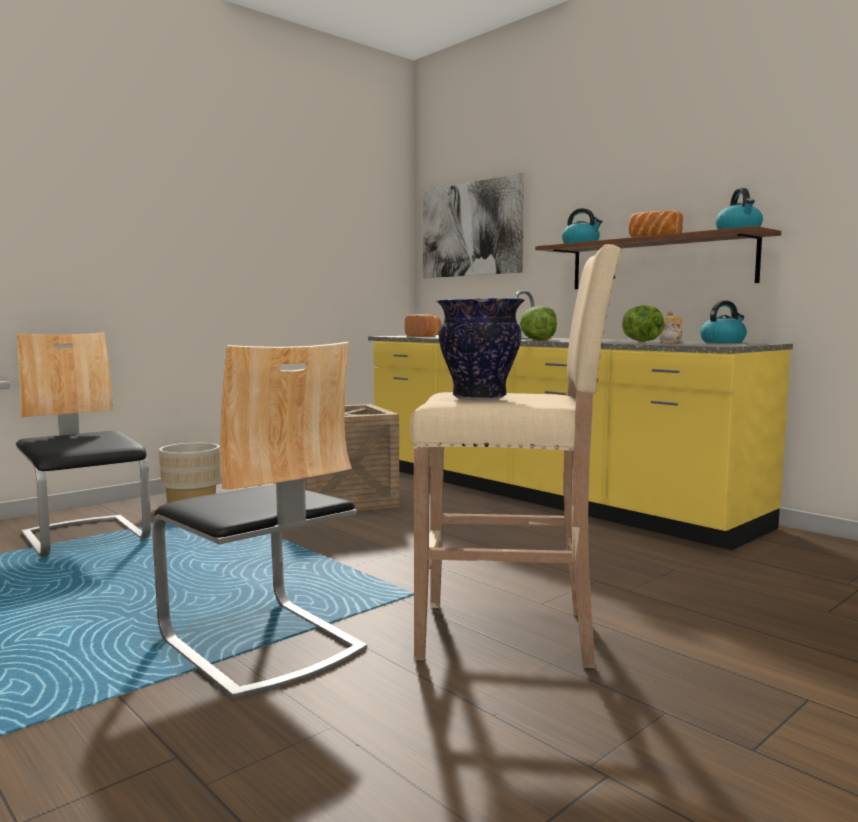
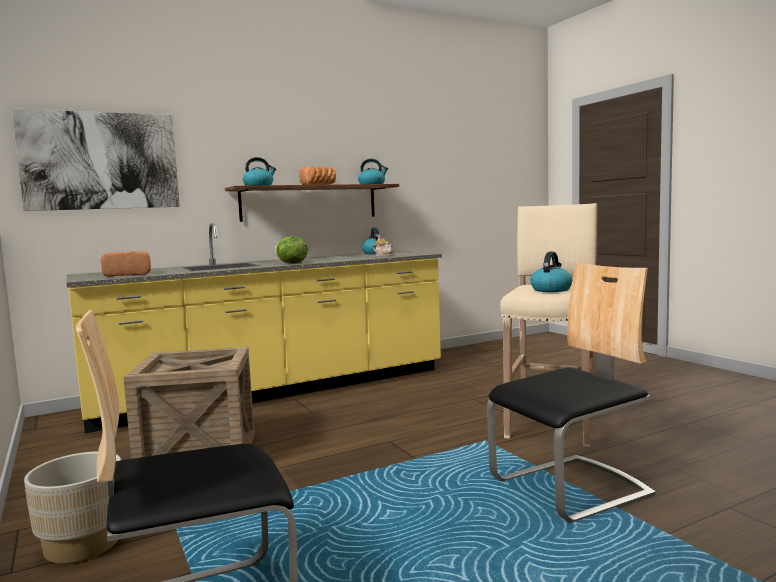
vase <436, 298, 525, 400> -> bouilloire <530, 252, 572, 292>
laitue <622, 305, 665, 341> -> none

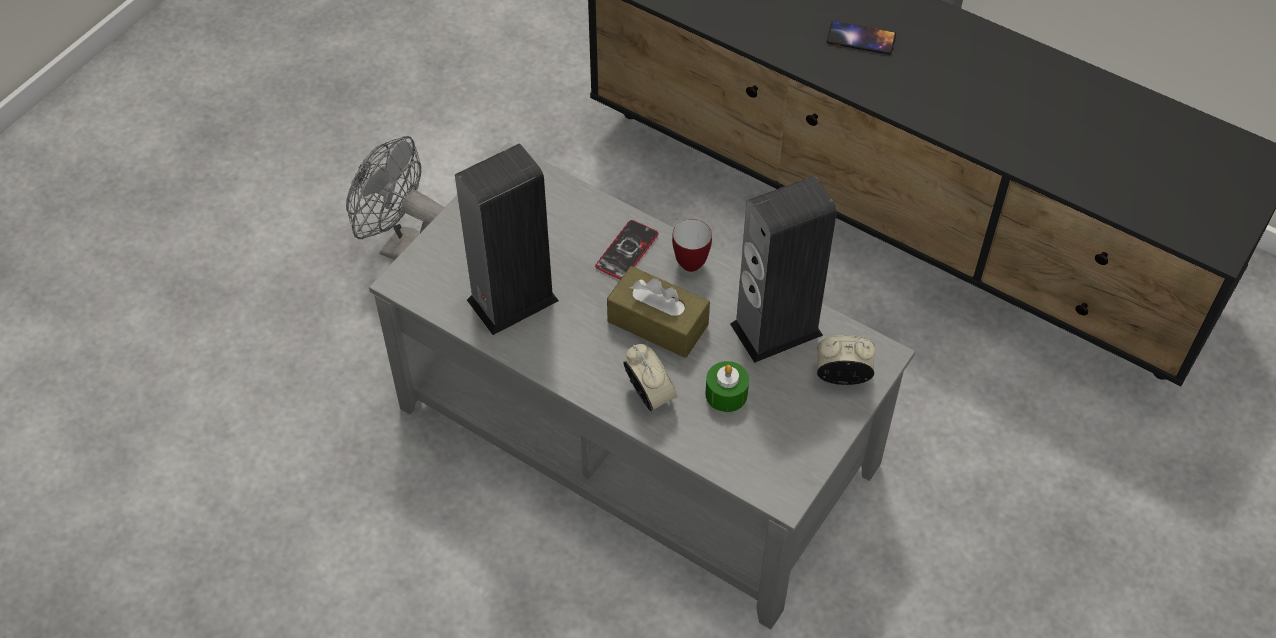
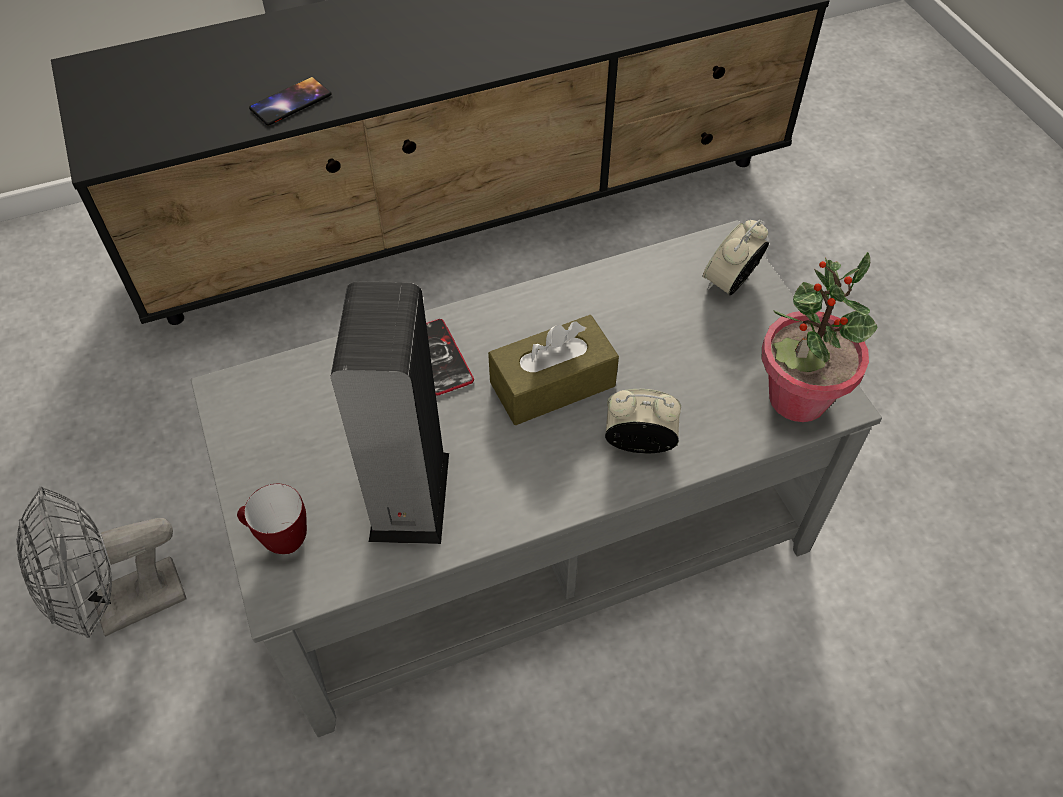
téléphone <827, 21, 896, 55> -> téléphone <249, 77, 332, 126>, move
enceinte <730, 176, 837, 363> -> none
mug <672, 219, 712, 272> -> mug <237, 484, 307, 554>, move
bougie/vert <705, 361, 749, 412> -> none
none -> plante en pot <762, 252, 878, 422>

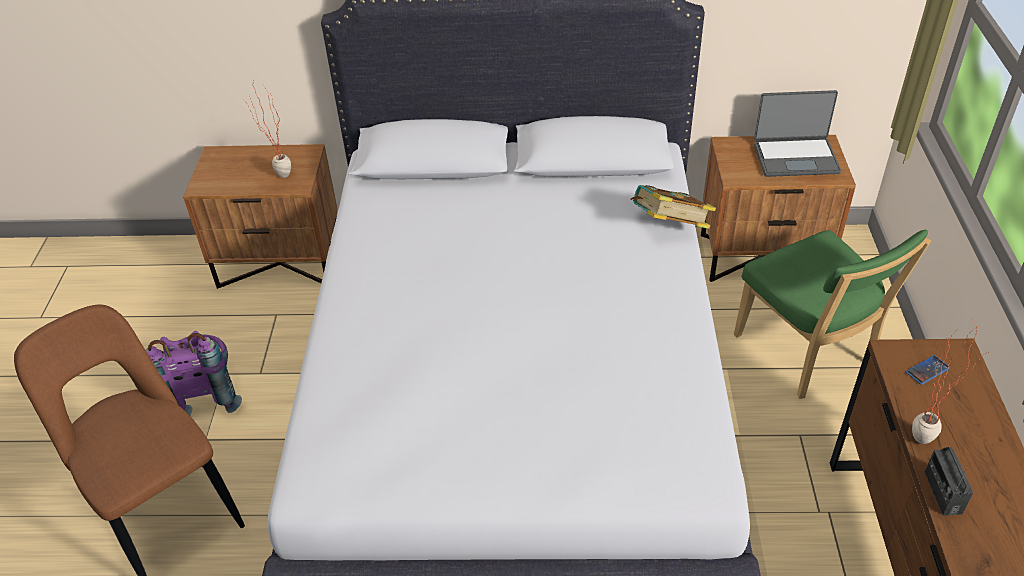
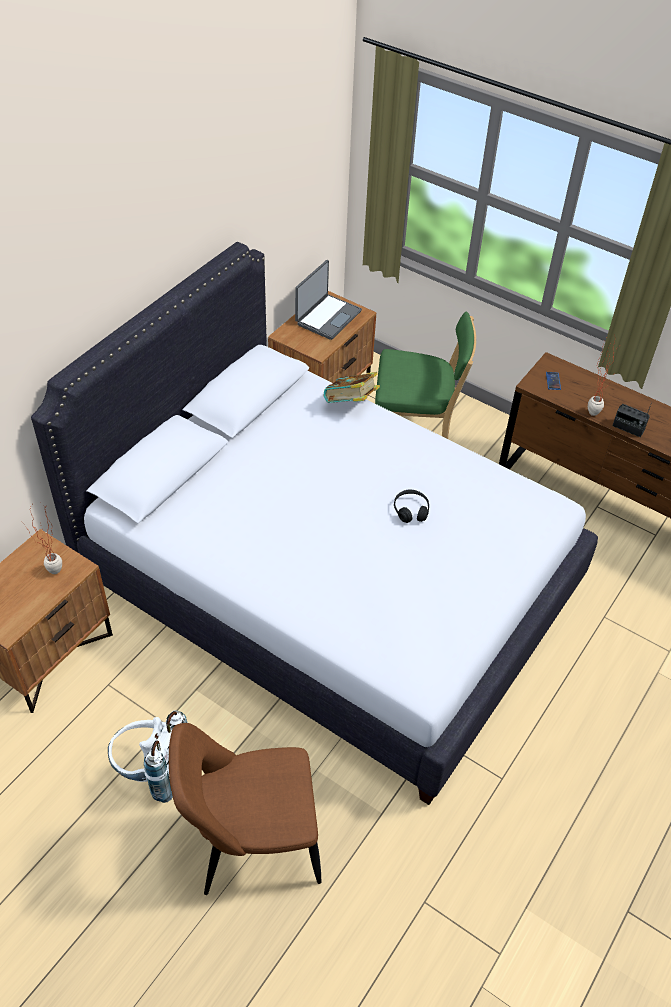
sac à dos/violet <146, 331, 242, 415> -> sac à dos/blanc <108, 710, 188, 803>
none -> casque audio/noir <394, 490, 429, 523>

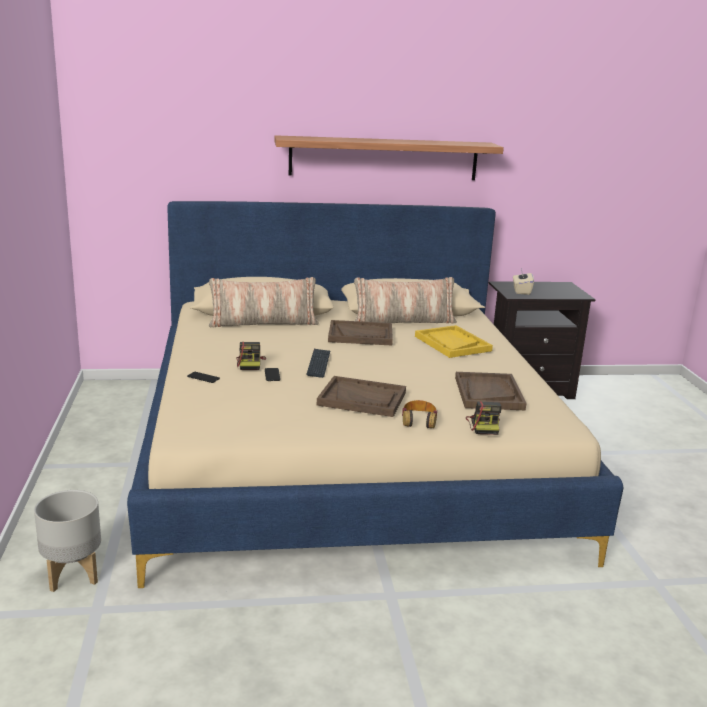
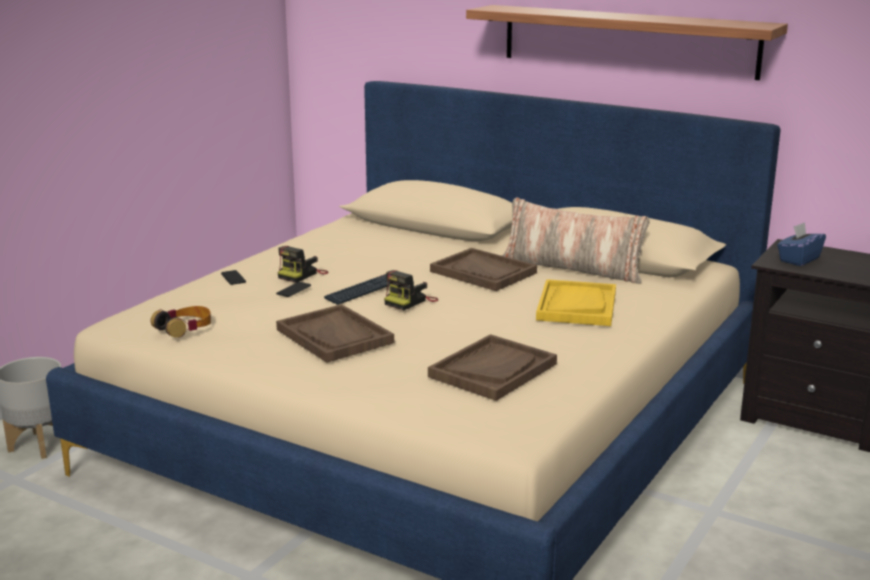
boîte à mouchoirs/beige <513, 268, 534, 295> -> boîte à mouchoirs/bleu <777, 222, 826, 266>
coussin <209, 277, 319, 328> -> none
casque audio <402, 400, 437, 428> -> casque audio <151, 306, 211, 338>, move
appareil photo <466, 401, 502, 435> -> appareil photo <384, 270, 438, 310>, move

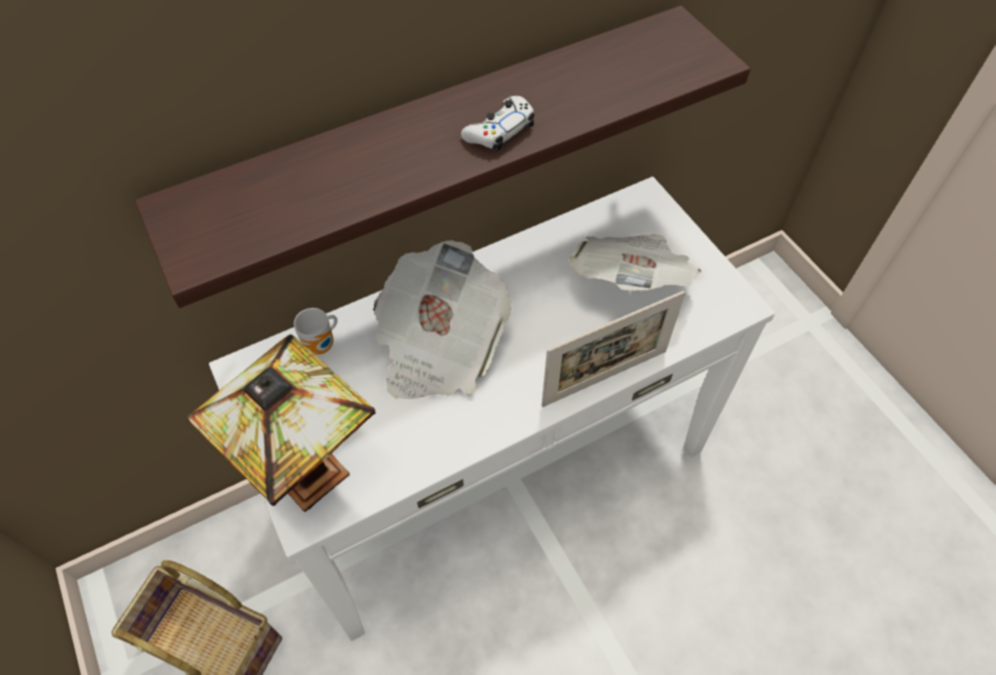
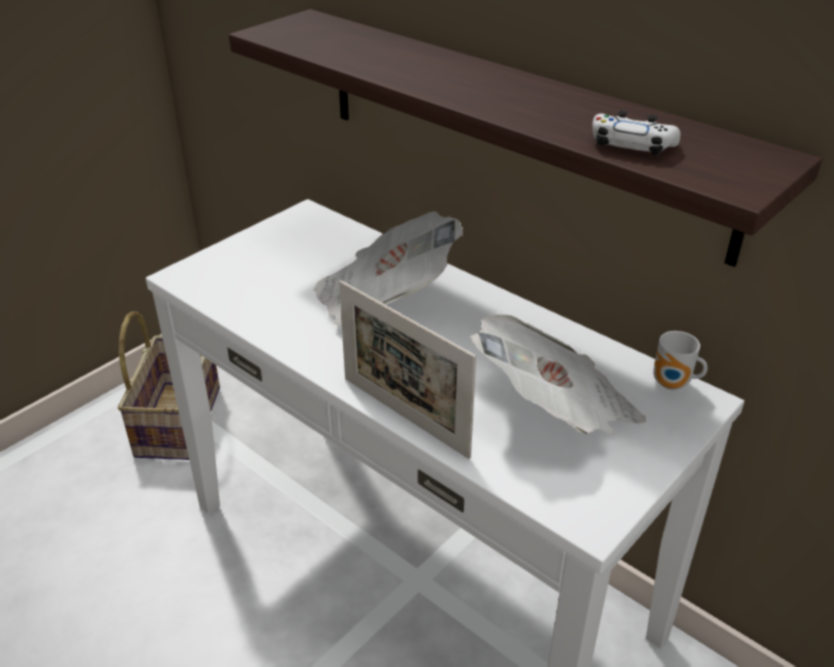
manette/blanc <461, 96, 534, 151> -> manette/blanc <592, 110, 680, 156>, move
mug <294, 308, 337, 355> -> mug <653, 331, 707, 390>, move
lampe de table <187, 334, 376, 512> -> none

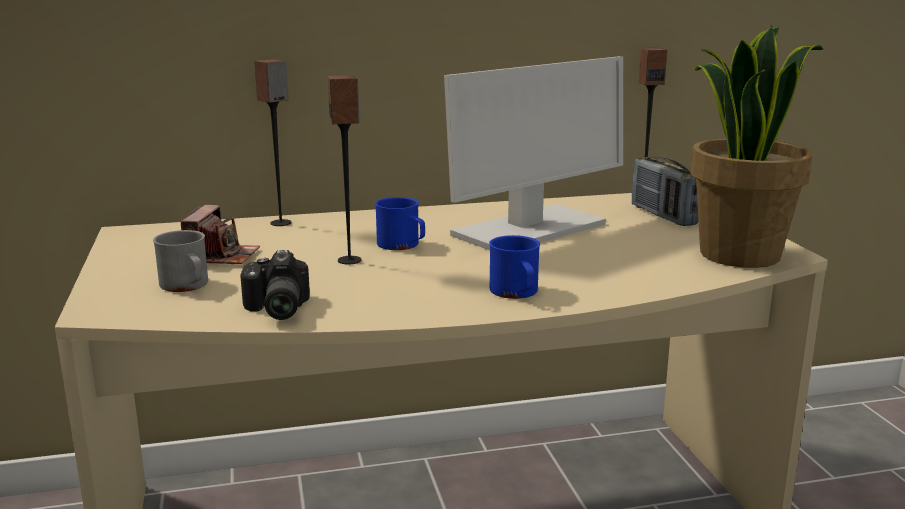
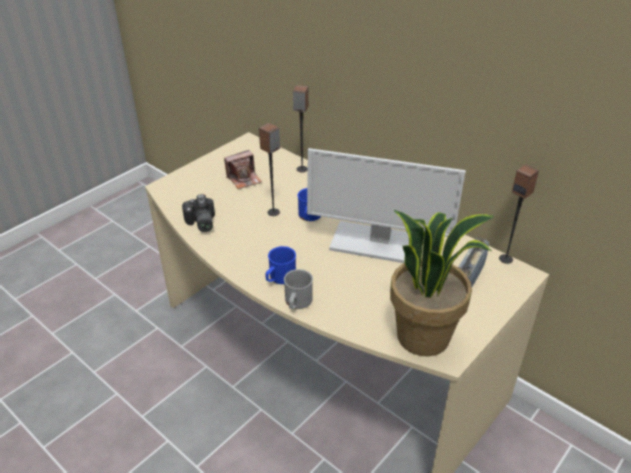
mug/gris <153, 230, 208, 292> -> mug/gris <284, 269, 313, 309>, move
appareil photo <240, 250, 310, 320> -> appareil photo <182, 194, 215, 232>, 60 degrees counterclockwise

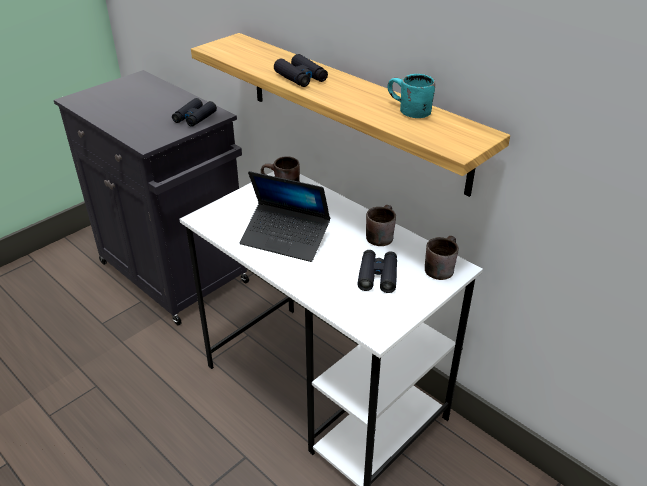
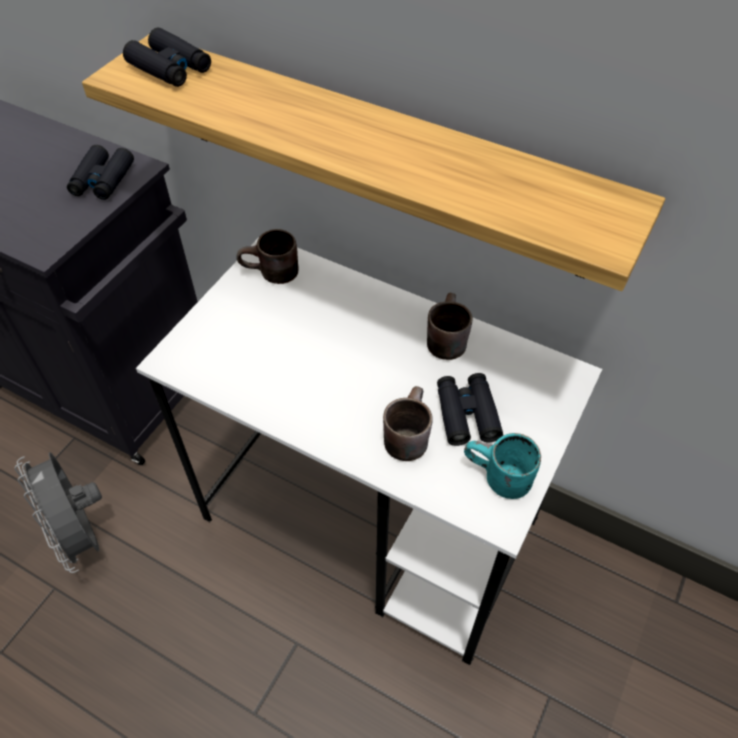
jumelles/noir <274, 54, 328, 87> -> jumelles/noir <123, 27, 211, 87>, move
mug/turquoise <387, 74, 435, 118> -> mug/turquoise <464, 433, 541, 499>, move
ordinateur portable <240, 171, 330, 262> -> none
mug/marron <425, 236, 459, 280> -> mug/marron <383, 386, 432, 461>, move
none -> ventilateur/gris <14, 452, 102, 573>

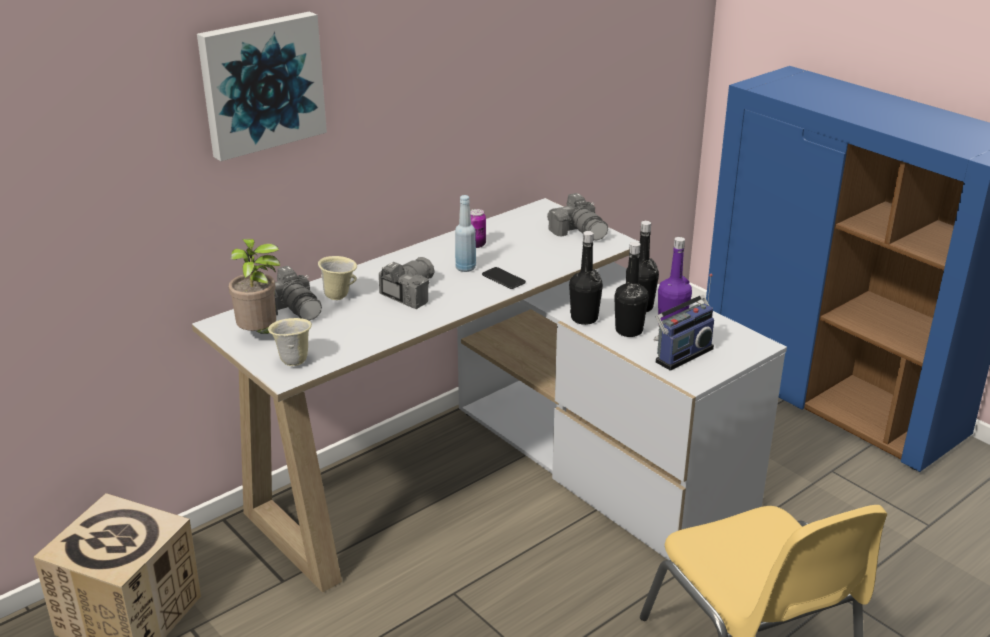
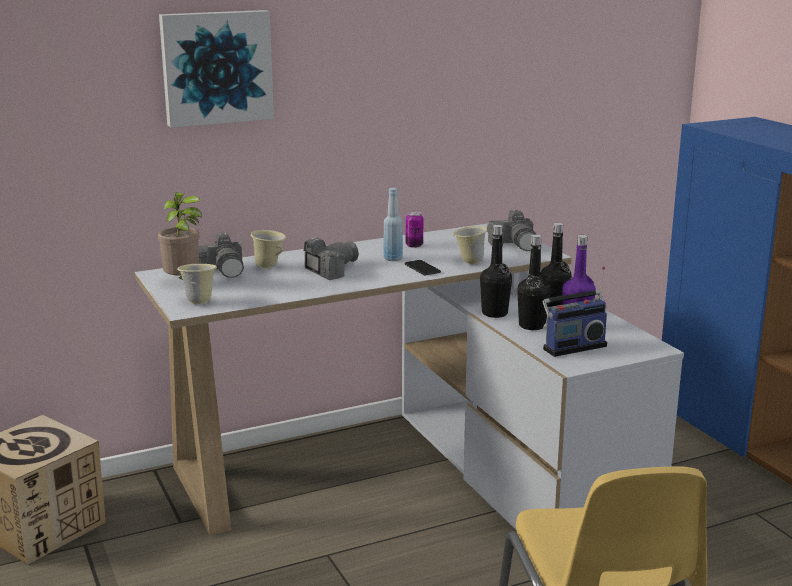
none -> mug/beige <453, 226, 487, 264>

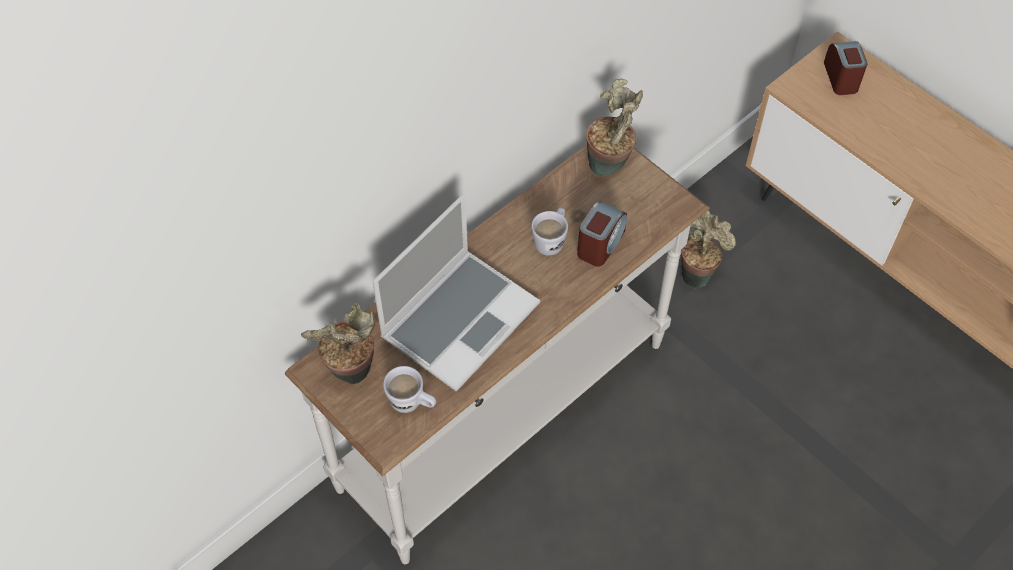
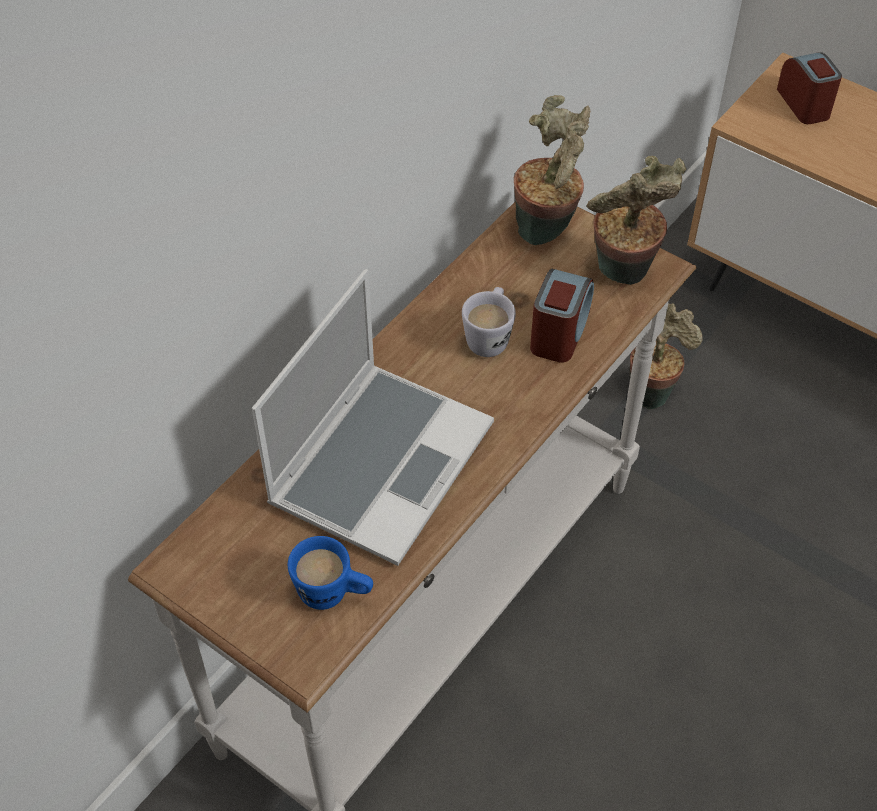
plante en pot <301, 303, 376, 384> -> plante en pot <587, 156, 686, 285>, move
mug/blanc <383, 366, 436, 413> -> mug/bleu <288, 536, 373, 610>

